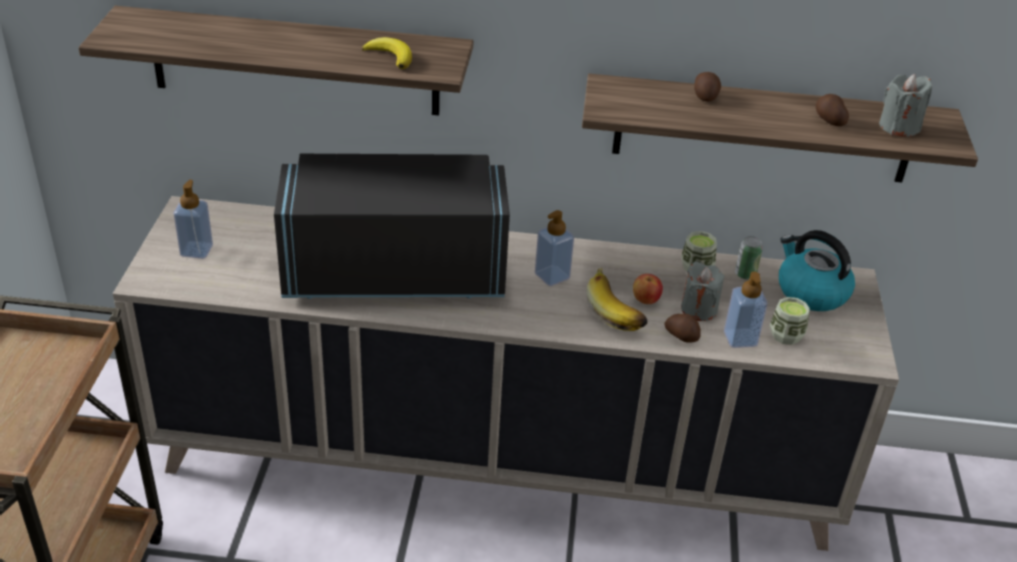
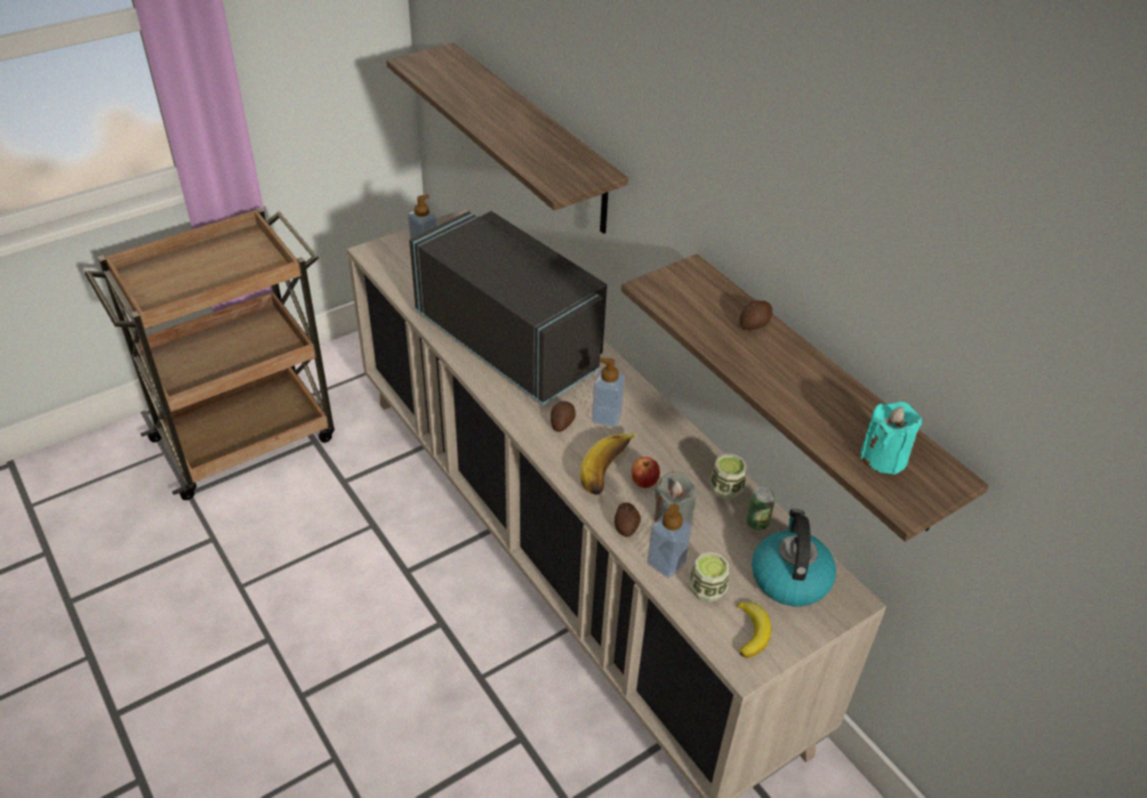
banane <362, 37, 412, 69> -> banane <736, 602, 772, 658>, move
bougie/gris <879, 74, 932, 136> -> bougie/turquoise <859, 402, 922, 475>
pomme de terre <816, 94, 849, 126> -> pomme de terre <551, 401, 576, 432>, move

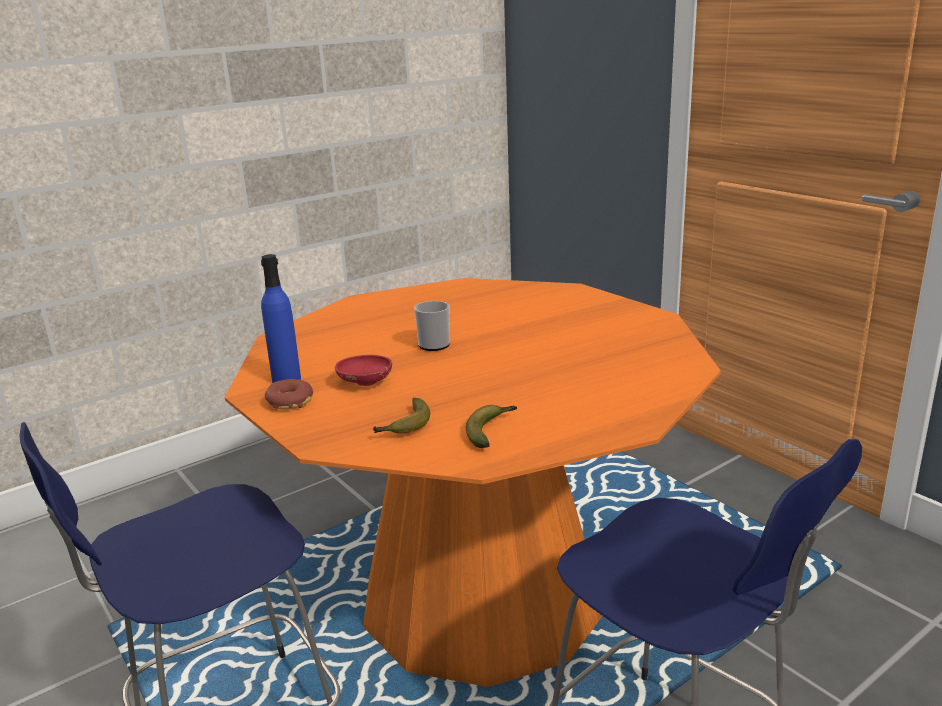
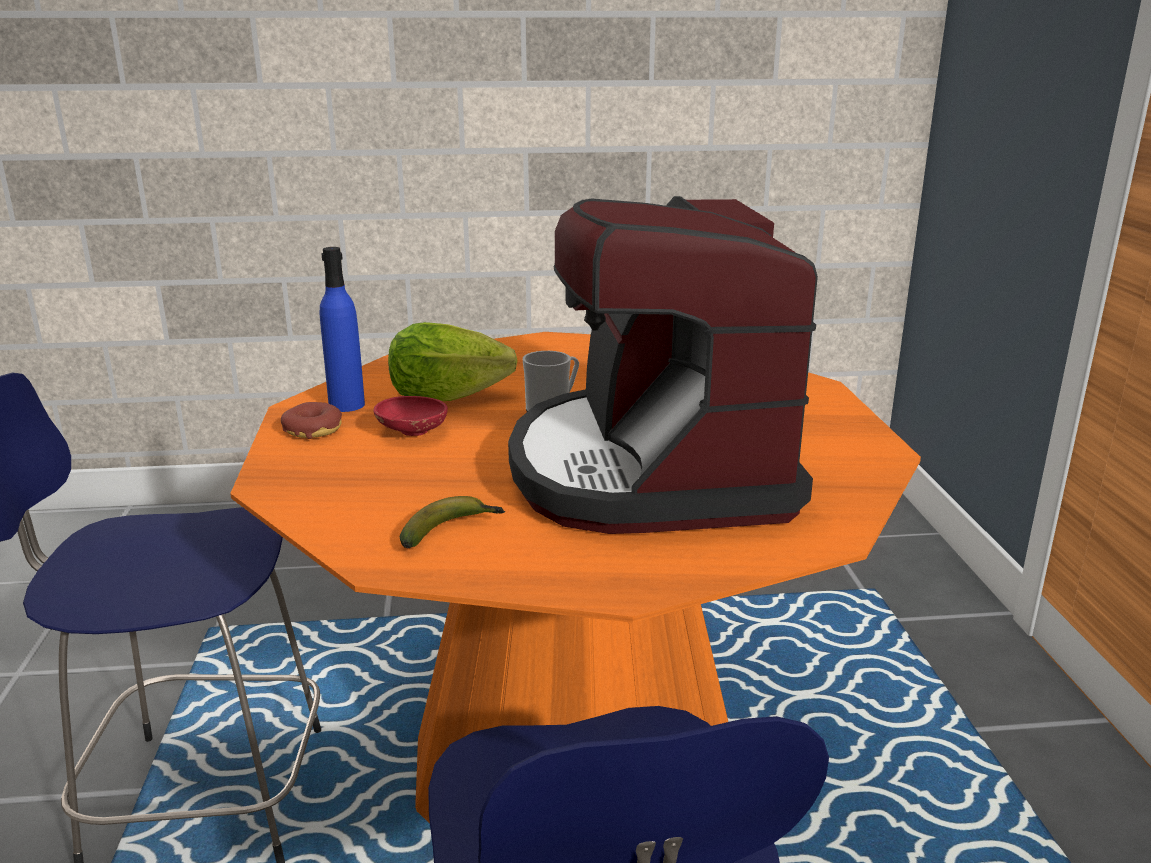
banane <373, 398, 430, 434> -> none
none -> machine à café <508, 196, 818, 534>
none -> laitue <388, 322, 518, 401>

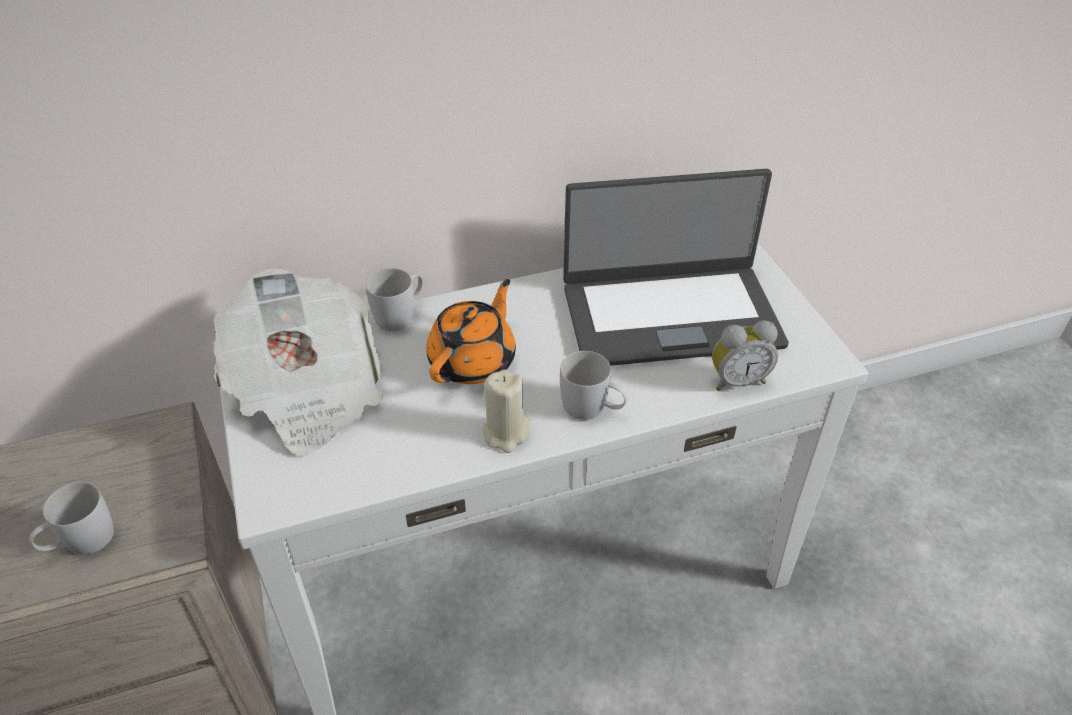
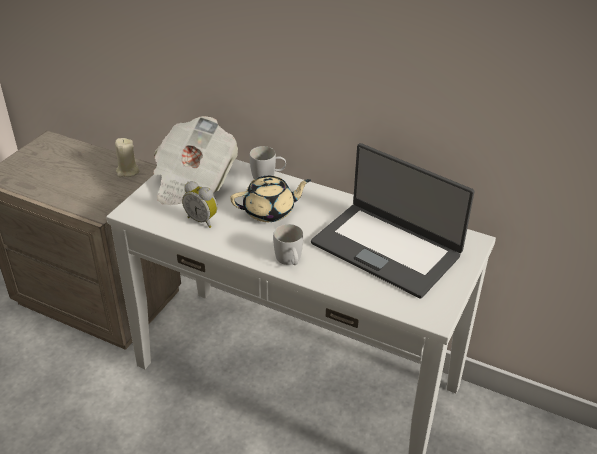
théière/orange <427, 279, 516, 384> -> théière/beige <230, 176, 311, 222>
réveil <712, 320, 778, 391> -> réveil <182, 181, 218, 228>, move
bougie/beige <482, 369, 530, 453> -> bougie/beige <115, 138, 140, 177>, move
mug/blanc <30, 482, 114, 555> -> none

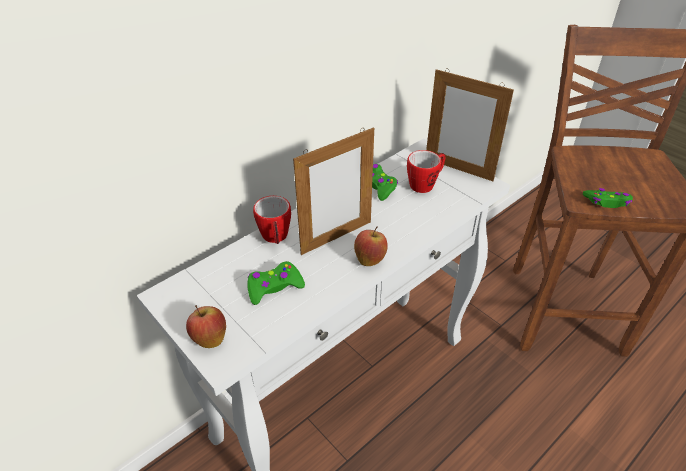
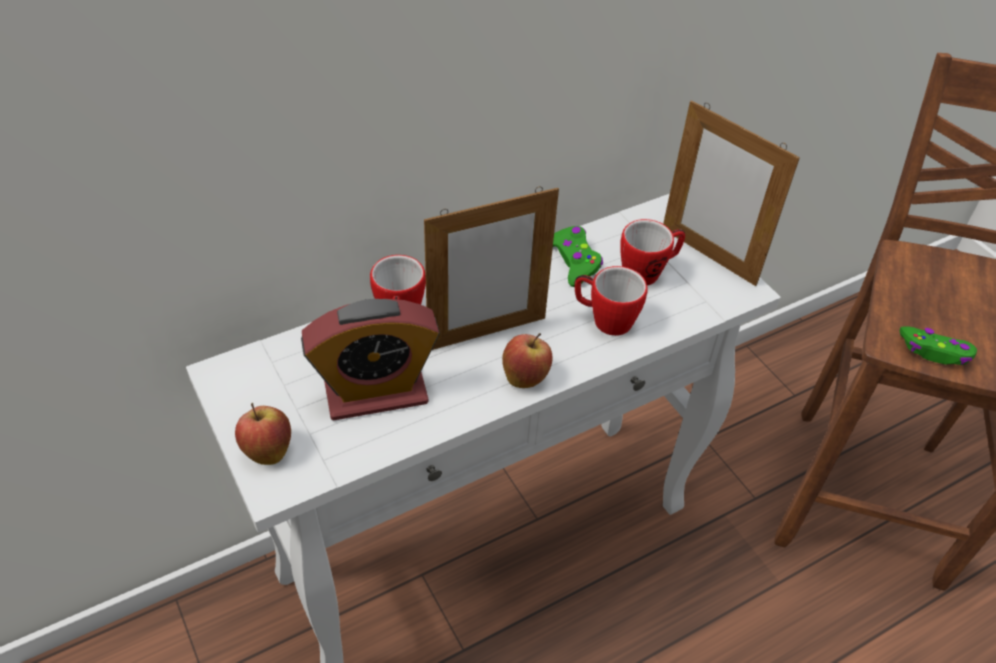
manette/vert <247, 261, 305, 305> -> réveil <301, 299, 440, 420>
none -> mug <575, 266, 648, 336>

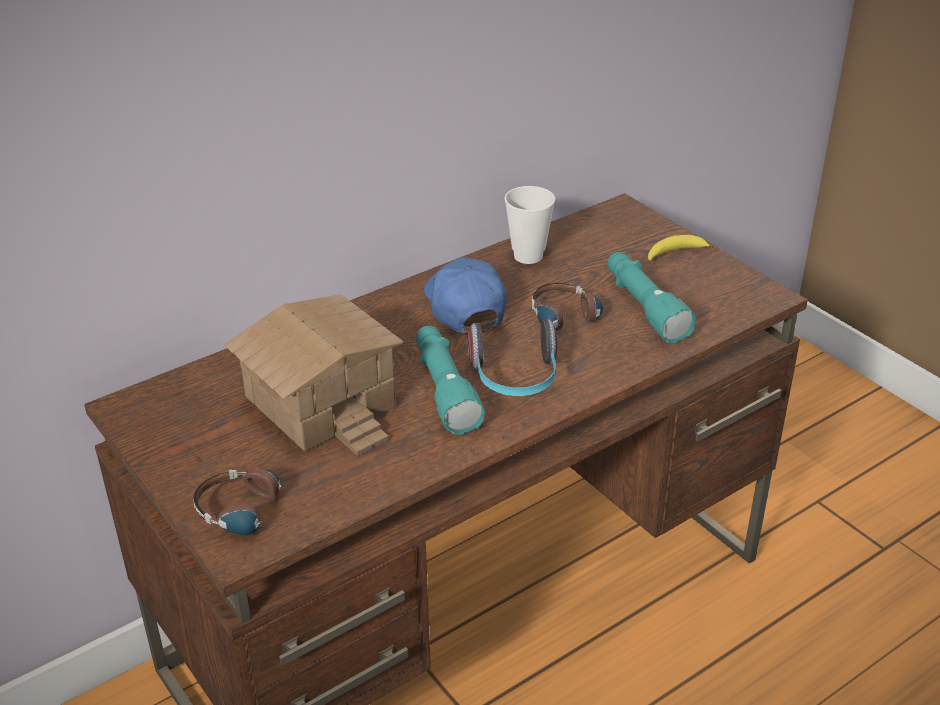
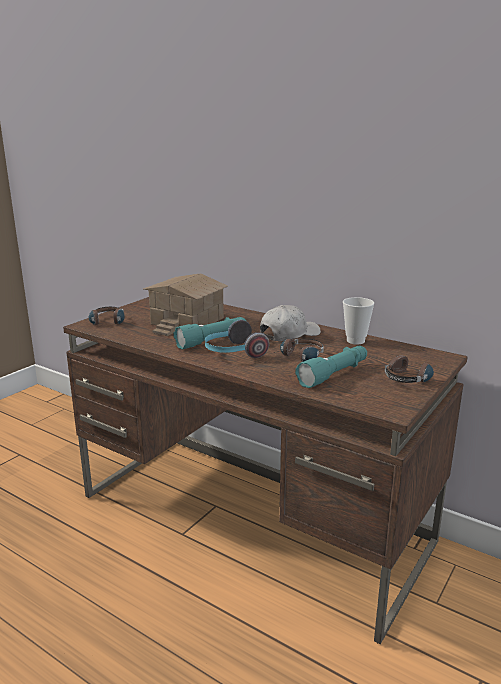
banane <648, 235, 713, 260> -> casque audio <385, 355, 434, 383>
casquette/bleu <424, 257, 507, 333> -> casquette/blanc <260, 305, 321, 341>

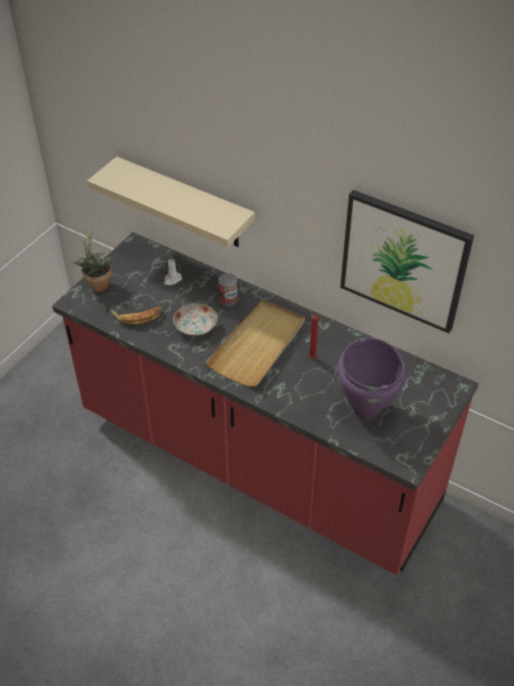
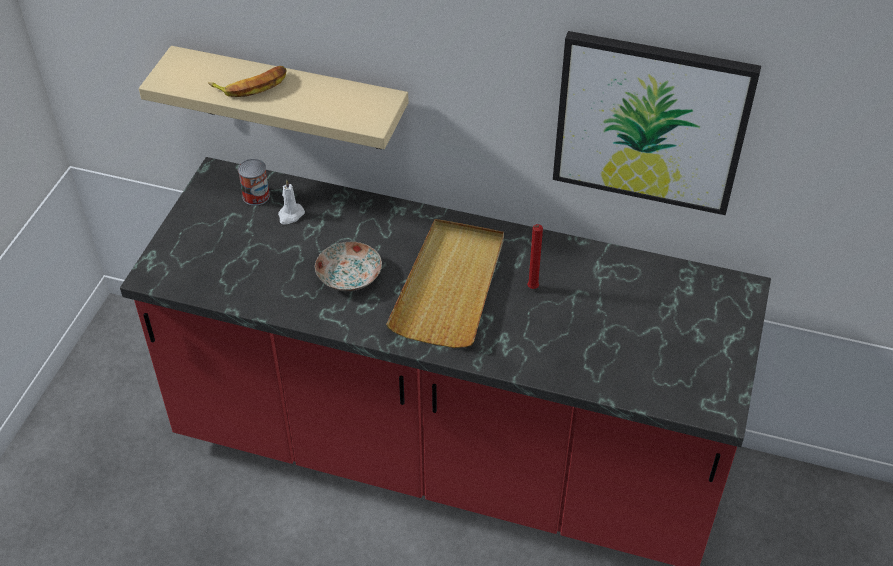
plante en pot <73, 223, 113, 292> -> none
boîte métallique <218, 273, 238, 305> -> boîte métallique <238, 159, 270, 206>, move
banane <111, 307, 162, 325> -> banane <208, 66, 287, 97>, move
marmite/violet <337, 337, 406, 419> -> none

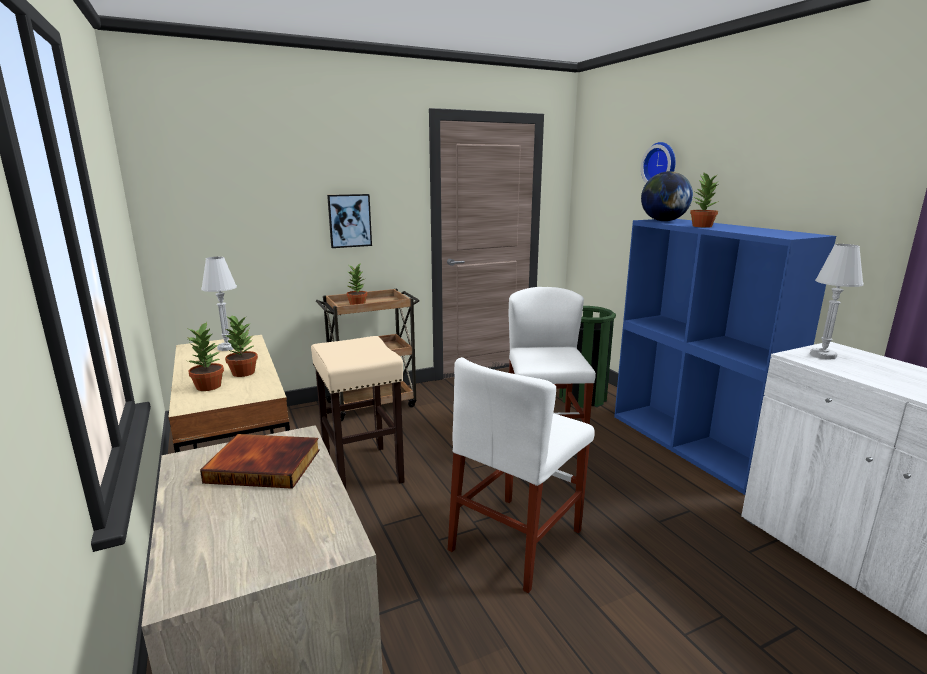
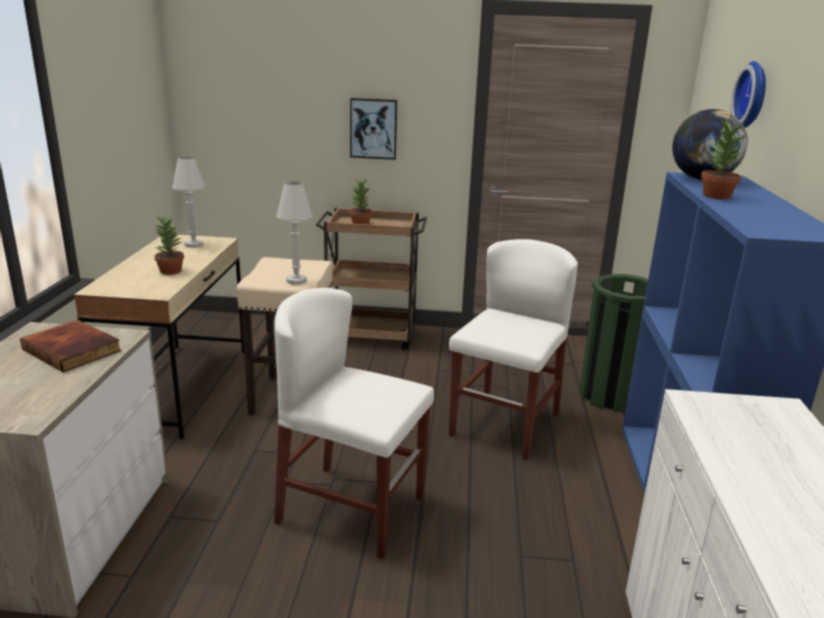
lampe de table/blanc <810, 244, 864, 359> -> lampe de table/blanc <276, 181, 313, 285>, move
plante en pot <188, 321, 224, 391> -> none
chaise/blanc <448, 357, 595, 593> -> chaise/blanc <274, 288, 434, 559>, 45 degrees clockwise

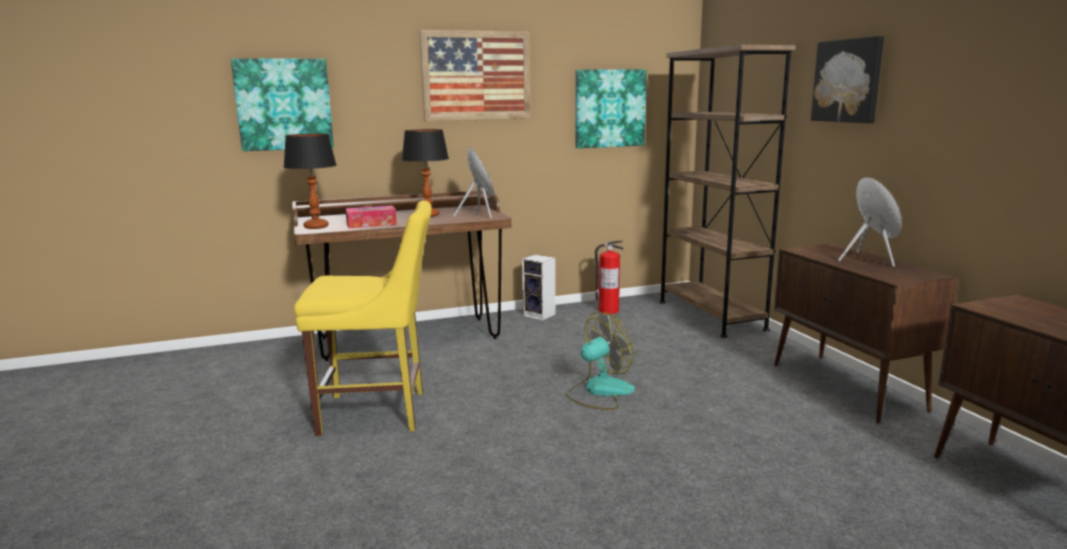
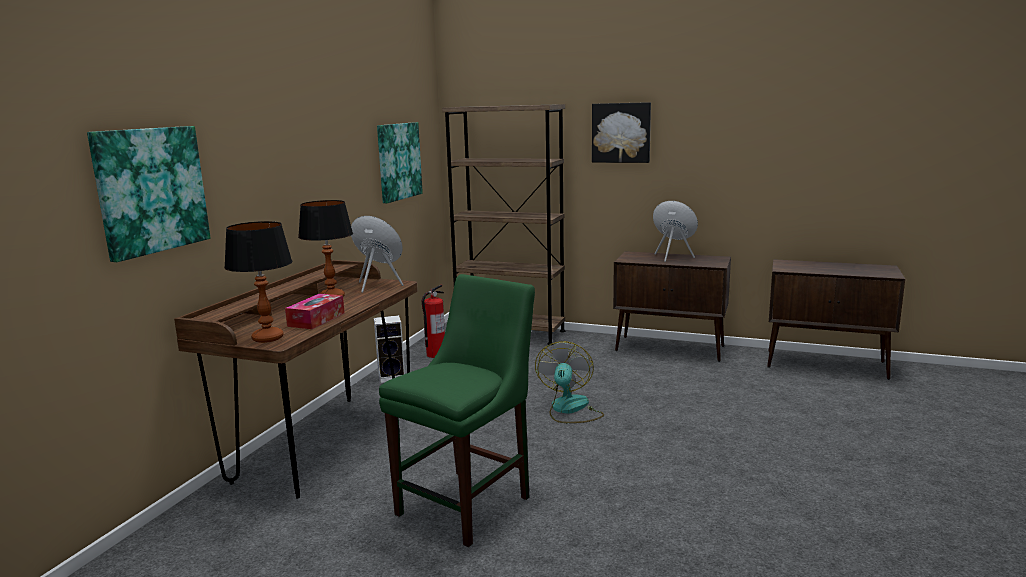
tableau <419, 30, 531, 121> -> none
chaise/jaune <294, 201, 431, 436> -> chaise/vert <379, 274, 535, 547>

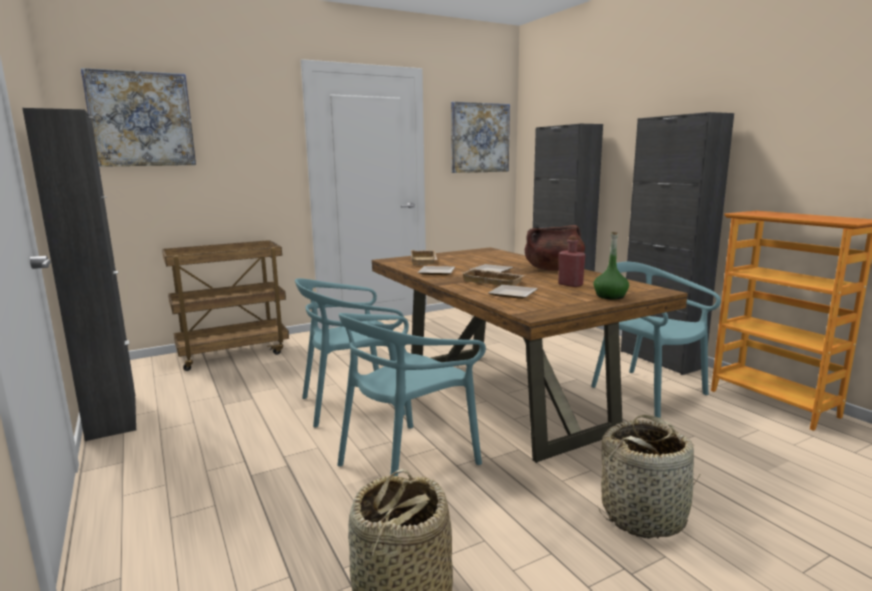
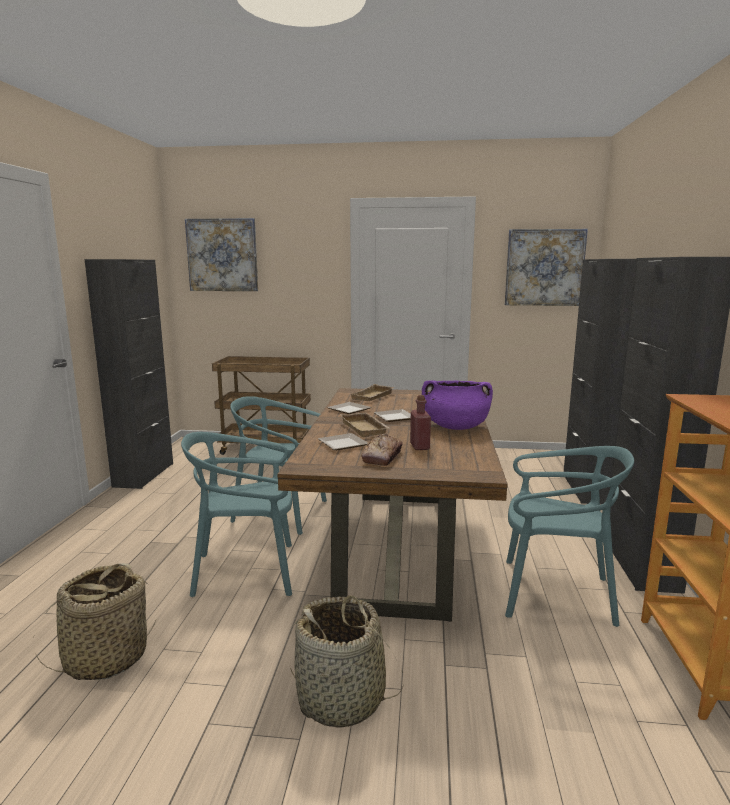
marmite/marron <525, 225, 585, 271> -> marmite/violet <422, 380, 493, 430>
bouteille/vert <593, 232, 629, 299> -> none
chaise/turquoise <591, 262, 721, 418> -> chaise/turquoise <505, 446, 634, 627>, 105 degrees clockwise
none -> pain <361, 433, 403, 466>

